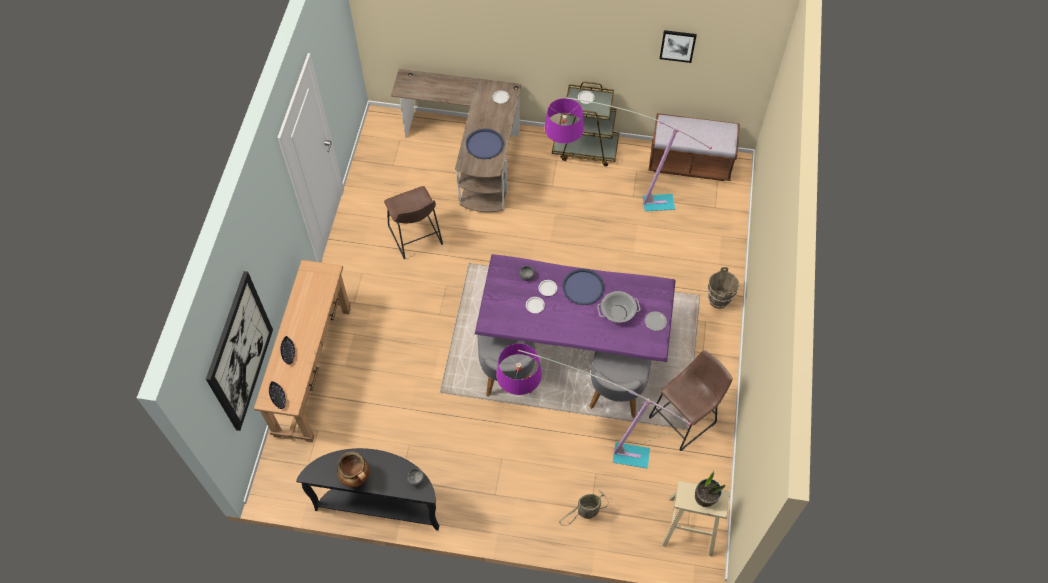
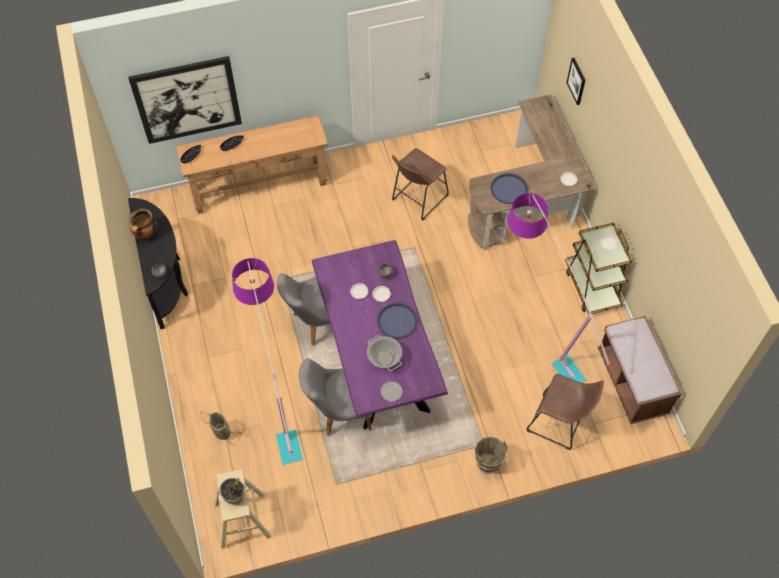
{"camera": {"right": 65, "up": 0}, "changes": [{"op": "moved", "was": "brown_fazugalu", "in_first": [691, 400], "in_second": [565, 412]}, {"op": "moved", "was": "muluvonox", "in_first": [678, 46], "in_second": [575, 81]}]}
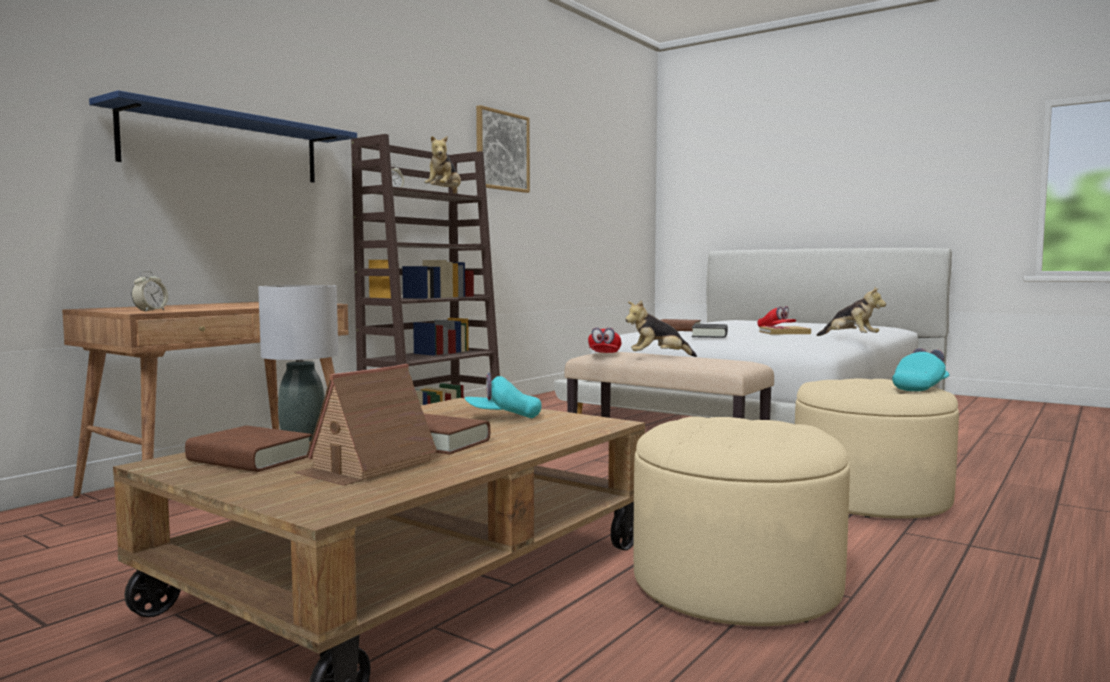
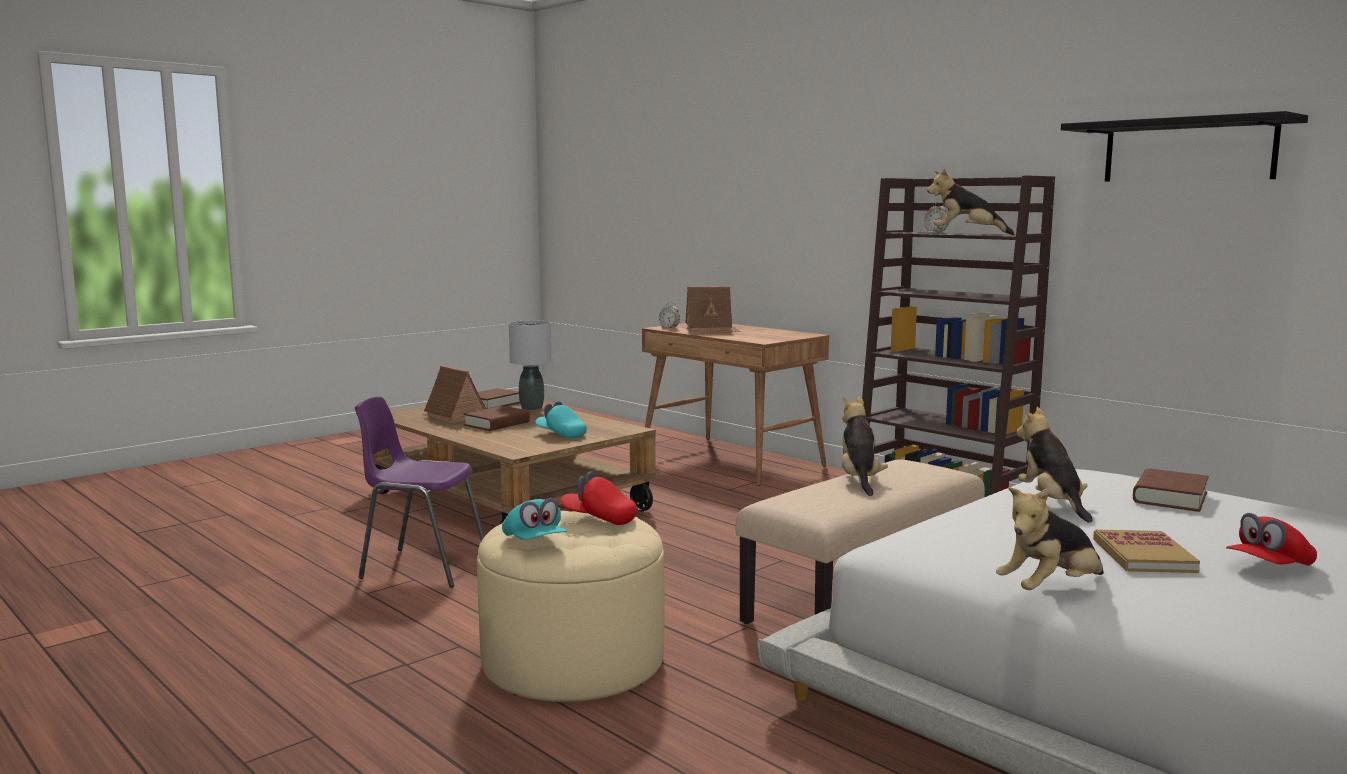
{"camera": {"right": 100, "up": 5}, "changes": [{"op": "removed", "was": "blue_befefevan", "in_first": [223, 136]}, {"op": "turned", "was": "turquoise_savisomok", "in_first": [503, 395], "in_second": [561, 420], "clockwise": -60}, {"op": "replaced", "was": "muluvonox", "now": "black_befefevan", "in_first": [503, 149], "in_second": [1184, 146]}, {"op": "moved", "was": "red_savisomok", "in_first": [604, 340], "in_second": [599, 498]}, {"op": "replaced", "was": "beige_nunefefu", "now": "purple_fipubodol", "in_first": [742, 521], "in_second": [420, 492]}, {"op": "replaced", "was": "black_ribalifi", "now": "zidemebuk", "in_first": [710, 331], "in_second": [1054, 465]}, {"op": "added", "now": "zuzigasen", "in_second": [712, 309]}]}
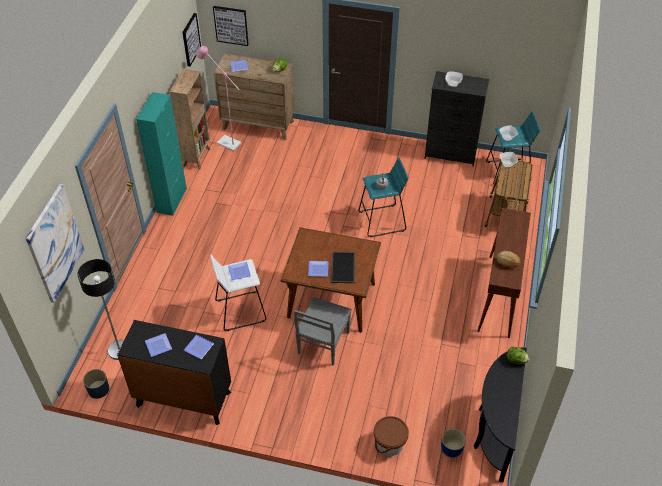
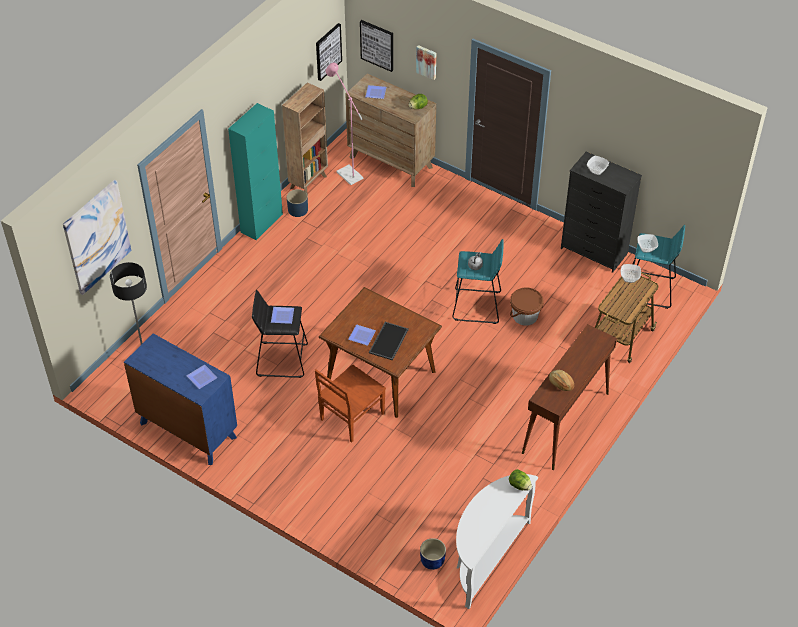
{"camera": {"right": 20, "up": 0}, "changes": [{"op": "moved", "was": "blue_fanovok", "in_first": [96, 384], "in_second": [297, 203]}, {"op": "recoloured", "was": "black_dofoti", "now": "blue_dofoti", "in_first": [174, 372], "in_second": [180, 399]}, {"op": "removed", "was": "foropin", "in_first": [158, 345]}, {"op": "recoloured", "was": "white_fazugalu", "now": "black_fazugalu", "in_first": [238, 293], "in_second": [280, 334]}, {"op": "recoloured", "was": "grey_fipubodol", "now": "brown_fipubodol", "in_first": [323, 331], "in_second": [350, 403]}, {"op": "moved", "was": "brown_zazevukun", "in_first": [391, 436], "in_second": [527, 306]}, {"op": "recoloured", "was": "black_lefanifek", "now": "white_lefanifek", "in_first": [500, 414], "in_second": [497, 541]}, {"op": "added", "now": "muluvonox", "in_second": [426, 62]}]}
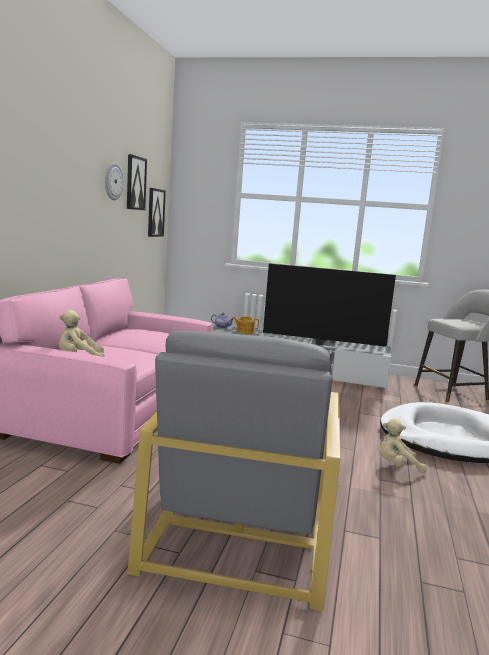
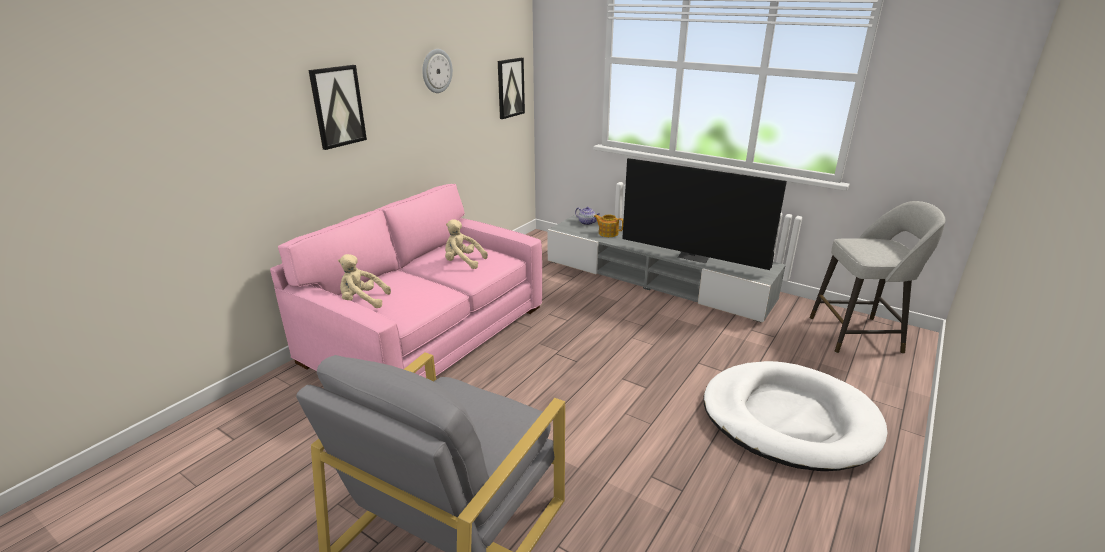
{"camera": {"right": 20, "up": 15}, "changes": [{"op": "moved", "was": "muluvonox", "in_first": [137, 182], "in_second": [337, 107]}, {"op": "moved", "was": "beige_zidemebuk", "in_first": [403, 445], "in_second": [466, 244]}]}
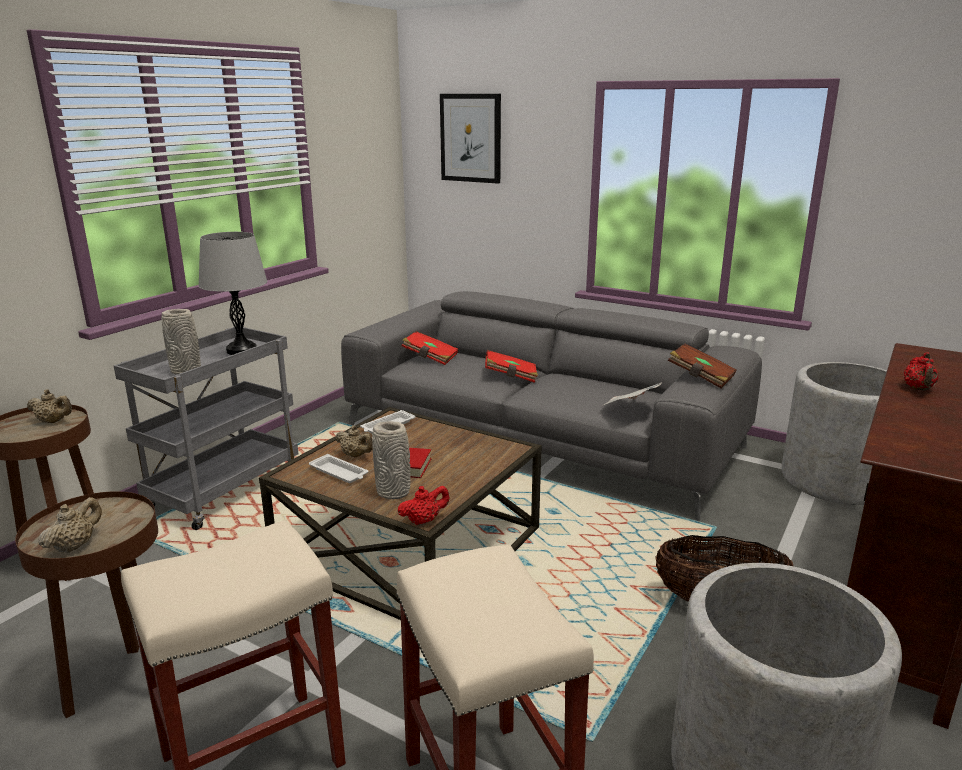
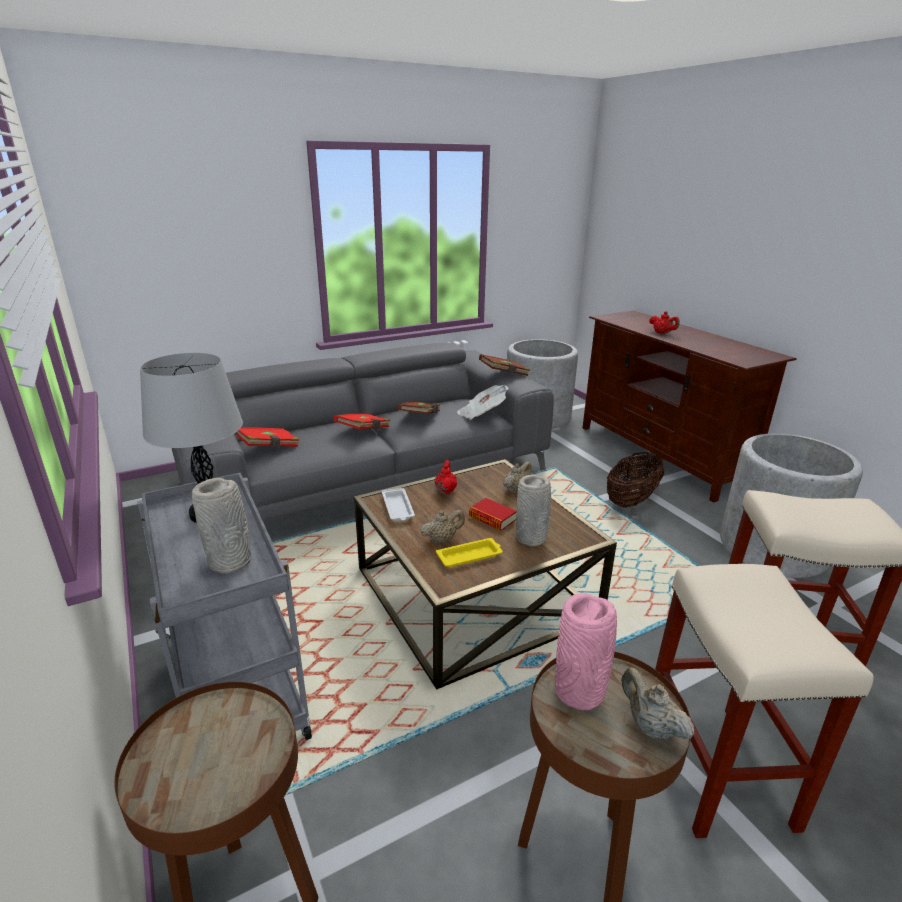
{"camera": {"right": -60, "up": 5}, "changes": [{"op": "moved", "was": "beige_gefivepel", "in_first": [49, 406], "in_second": [517, 477]}, {"op": "recoloured", "was": "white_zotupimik", "now": "yellow_zotupimik", "in_first": [338, 468], "in_second": [469, 552]}, {"op": "moved", "was": "red_gefivepel", "in_first": [424, 505], "in_second": [445, 477]}, {"op": "removed", "was": "muluvonox", "in_first": [470, 138]}, {"op": "added", "now": "brown_ribalifi", "in_second": [419, 407]}, {"op": "added", "now": "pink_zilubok", "in_second": [586, 651]}]}
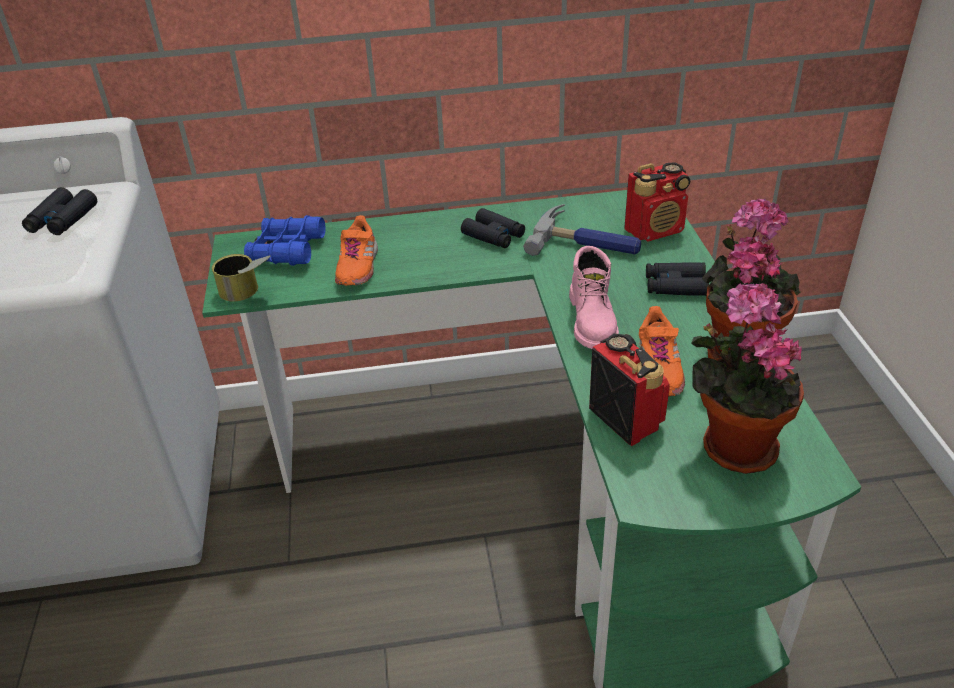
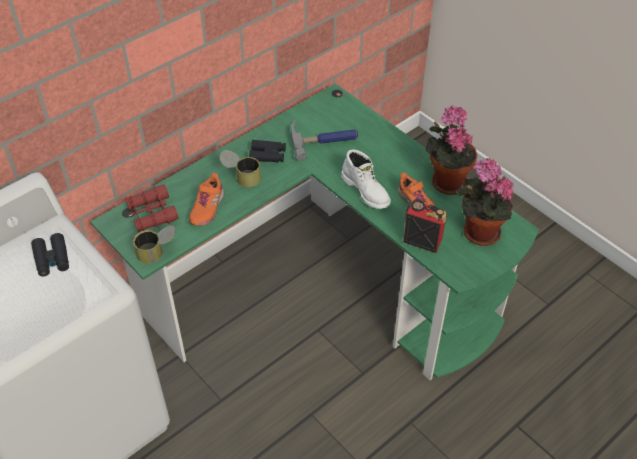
{"camera": {"right": -35, "up": 10}, "changes": [{"op": "recoloured", "was": "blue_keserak", "now": "red_keserak", "in_first": [285, 240], "in_second": [152, 208]}, {"op": "turned", "was": "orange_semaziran", "in_first": [356, 250], "in_second": [207, 199], "clockwise": 45}, {"op": "recoloured", "was": "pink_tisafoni", "now": "white_tisafoni", "in_first": [594, 297], "in_second": [366, 179]}, {"op": "removed", "was": "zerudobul", "in_first": [657, 202]}, {"op": "removed", "was": "black_keserak", "in_first": [677, 279]}, {"op": "added", "now": "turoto", "in_second": [240, 168]}]}
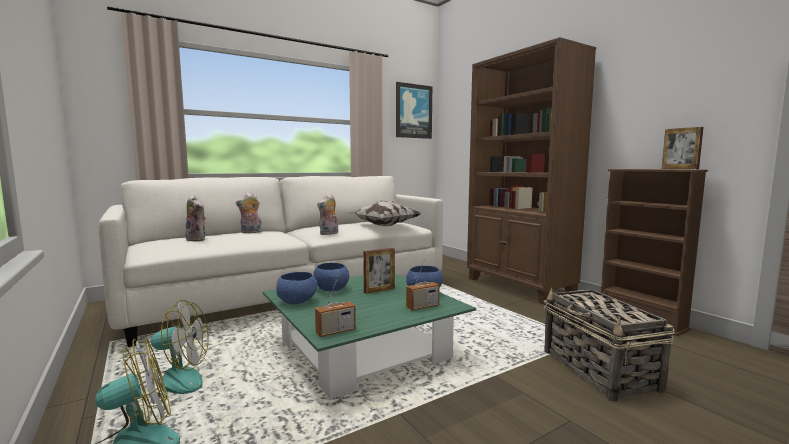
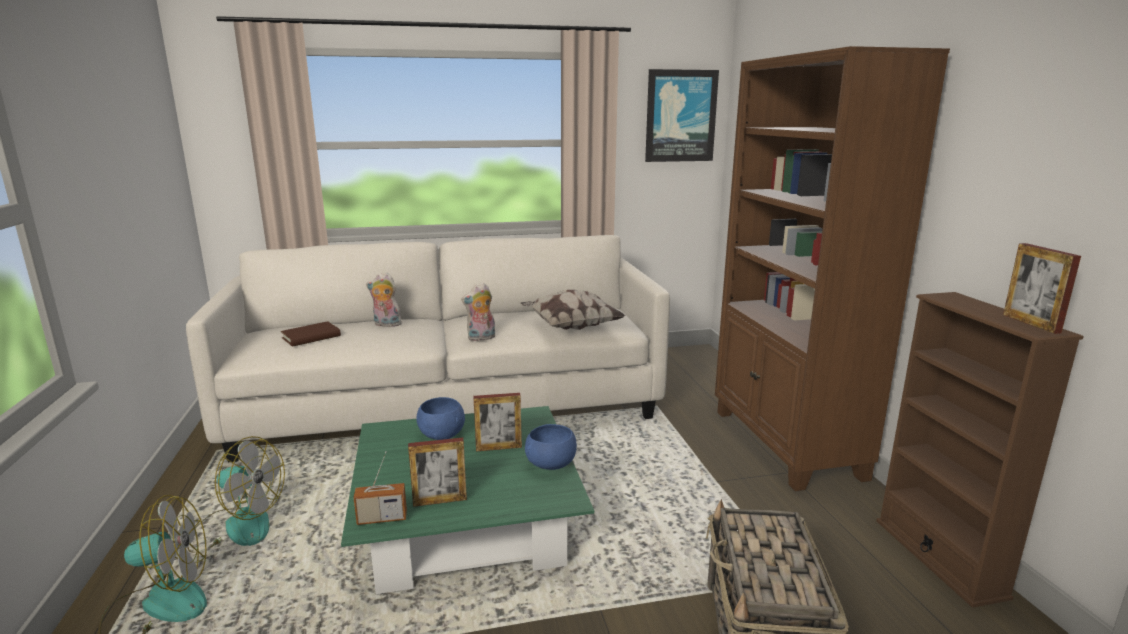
{"camera": {"right": 20, "up": 10}, "changes": [{"op": "replaced", "was": "zidemebuk", "now": "brown_ribalifi", "in_first": [195, 218], "in_second": [311, 334]}, {"op": "removed", "was": "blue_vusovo", "in_first": [297, 288]}, {"op": "removed", "was": "zerudobul", "in_first": [422, 284]}, {"op": "added", "now": "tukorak", "in_second": [437, 472]}]}
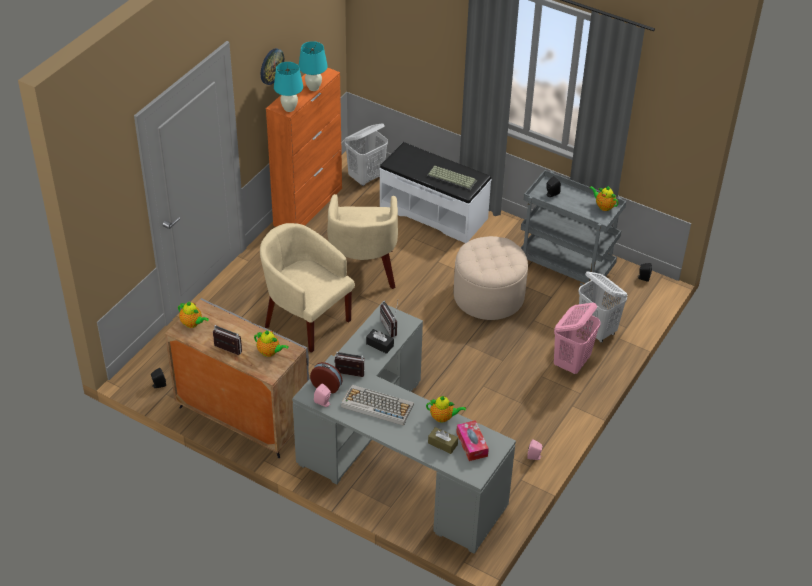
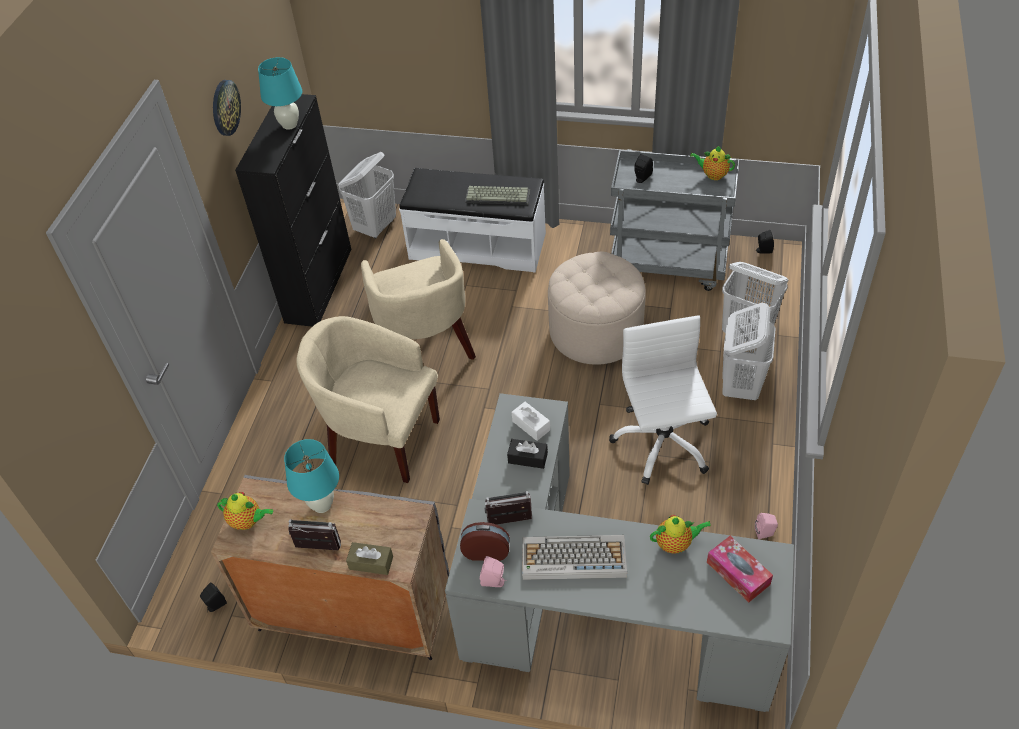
{"camera": {"right": -15, "up": 5}, "changes": [{"op": "removed", "was": "gefivepel", "in_first": [271, 343]}, {"op": "recoloured", "was": "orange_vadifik", "now": "black_vadifik", "in_first": [304, 147], "in_second": [293, 210]}, {"op": "moved", "was": "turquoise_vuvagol", "in_first": [288, 87], "in_second": [311, 476]}, {"op": "replaced", "was": "zerudobul", "now": "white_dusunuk", "in_first": [389, 319], "in_second": [531, 421]}, {"op": "moved", "was": "brown_dusunuk", "in_first": [443, 440], "in_second": [369, 558]}, {"op": "recoloured", "was": "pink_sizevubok", "now": "white_sizevubok", "in_first": [577, 338], "in_second": [749, 351]}, {"op": "added", "now": "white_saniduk", "in_second": [663, 400]}]}
